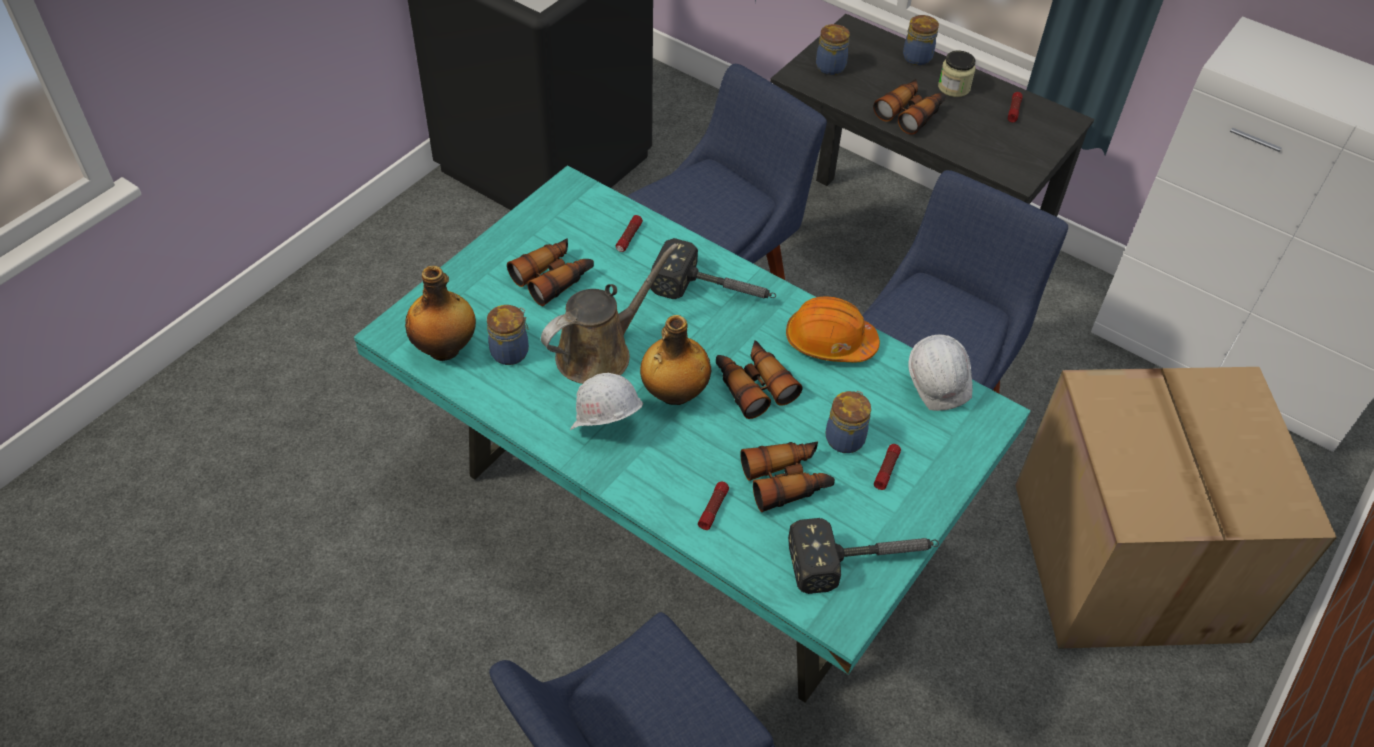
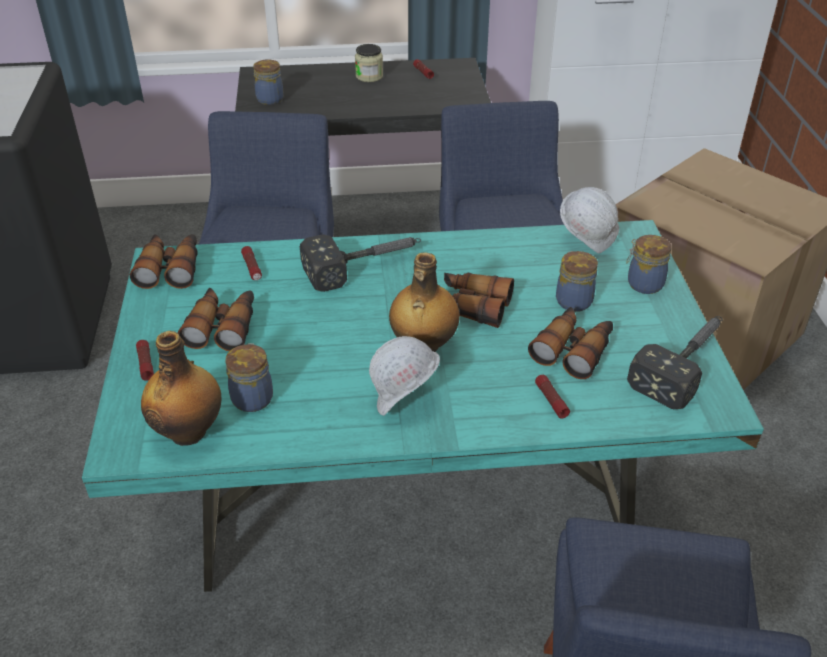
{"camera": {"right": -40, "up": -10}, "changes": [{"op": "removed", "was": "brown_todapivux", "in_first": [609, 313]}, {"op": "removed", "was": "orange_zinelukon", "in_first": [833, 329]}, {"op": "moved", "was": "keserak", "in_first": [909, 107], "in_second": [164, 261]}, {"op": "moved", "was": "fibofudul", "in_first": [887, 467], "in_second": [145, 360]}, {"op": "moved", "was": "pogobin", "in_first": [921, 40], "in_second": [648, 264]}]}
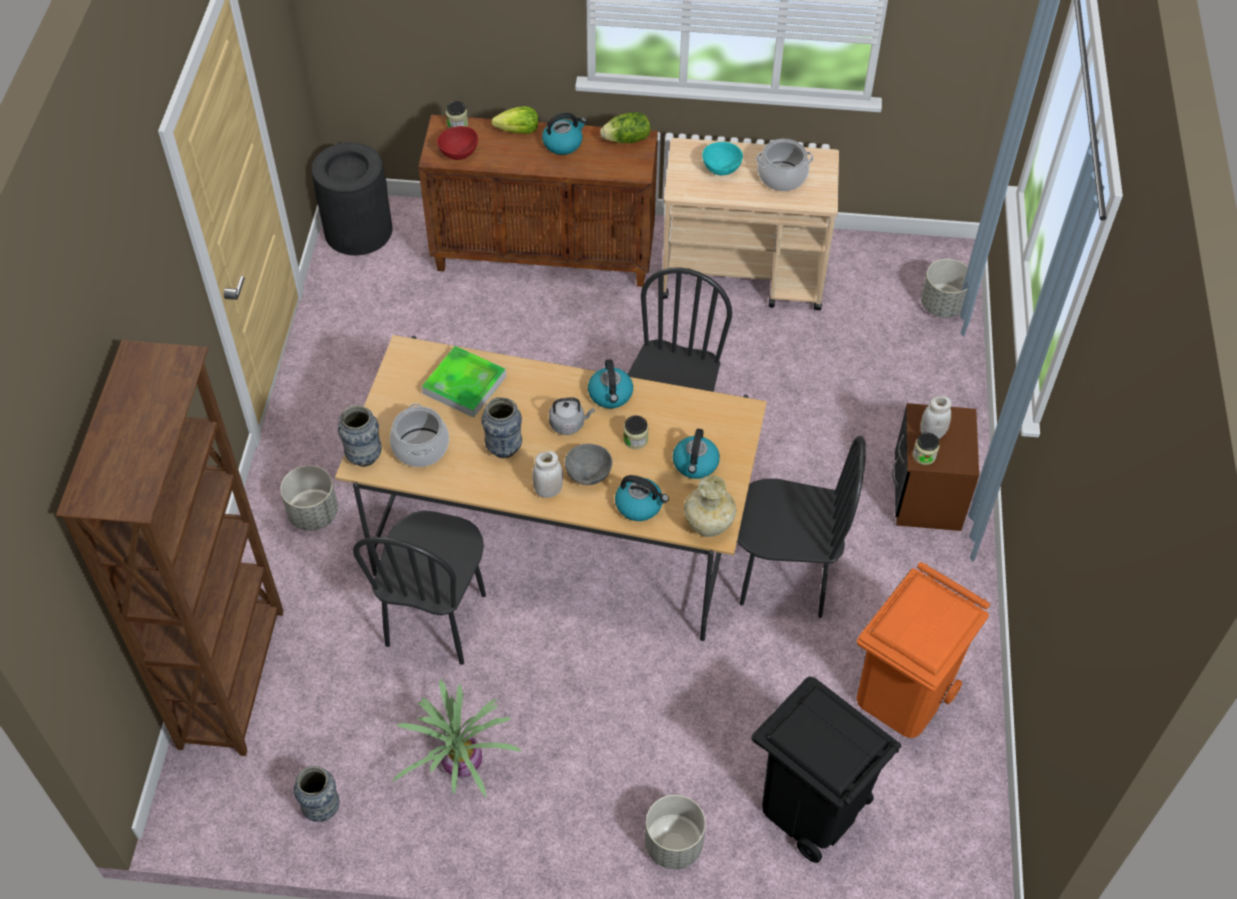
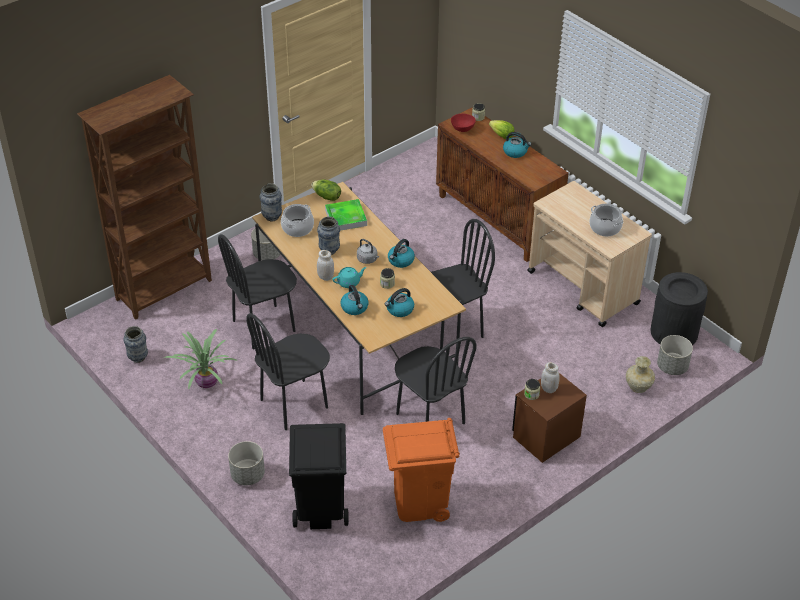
{"camera": {"right": 45, "up": -10}, "changes": [{"op": "moved", "was": "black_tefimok", "in_first": [351, 198], "in_second": [679, 308]}, {"op": "replaced", "was": "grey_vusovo", "now": "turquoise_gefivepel", "in_first": [588, 464], "in_second": [349, 277]}, {"op": "moved", "was": "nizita", "in_first": [625, 127], "in_second": [326, 190]}, {"op": "moved", "was": "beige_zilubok", "in_first": [710, 506], "in_second": [640, 374]}, {"op": "removed", "was": "turquoise_vusovo", "in_first": [722, 159]}, {"op": "added", "now": "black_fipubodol", "in_second": [288, 371]}]}
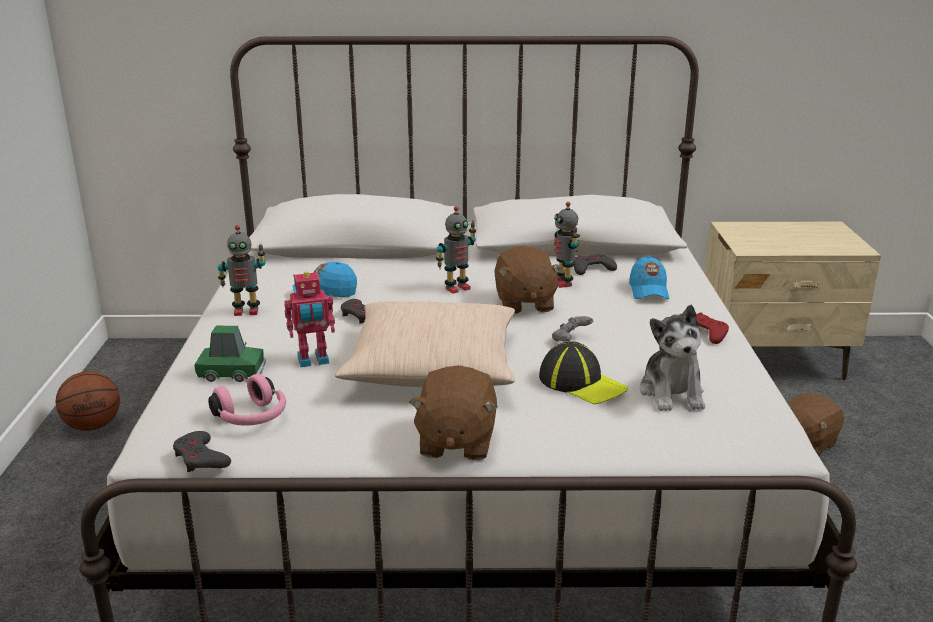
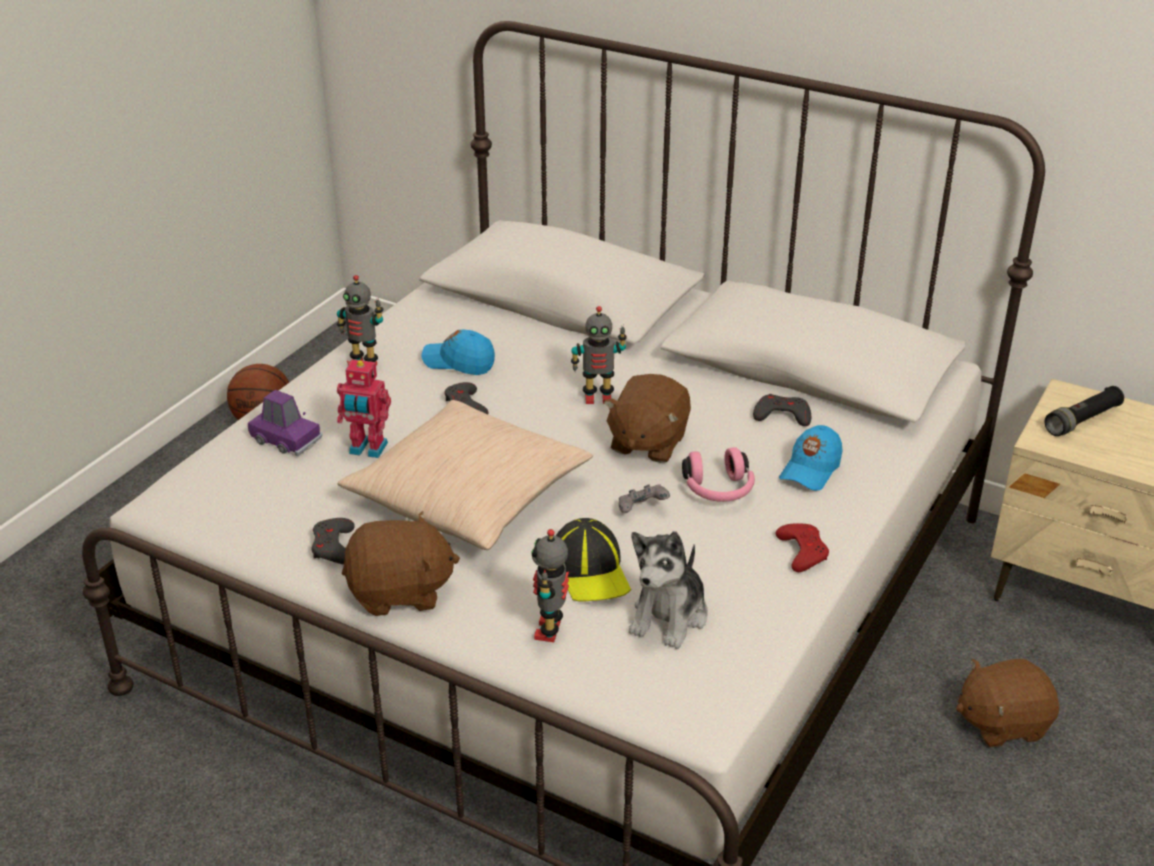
{"camera": {"right": 30, "up": 10}, "changes": [{"op": "moved", "was": "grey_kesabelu", "in_first": [202, 451], "in_second": [333, 541]}, {"op": "recoloured", "was": "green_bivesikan", "now": "purple_bivesikan", "in_first": [230, 354], "in_second": [285, 423]}, {"op": "moved", "was": "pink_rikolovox", "in_first": [247, 400], "in_second": [718, 474]}, {"op": "turned", "was": "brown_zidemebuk", "in_first": [453, 412], "in_second": [401, 563], "clockwise": -135}, {"op": "moved", "was": "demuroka", "in_first": [567, 245], "in_second": [550, 585]}, {"op": "added", "now": "black_fibofudul", "in_second": [1084, 411]}]}
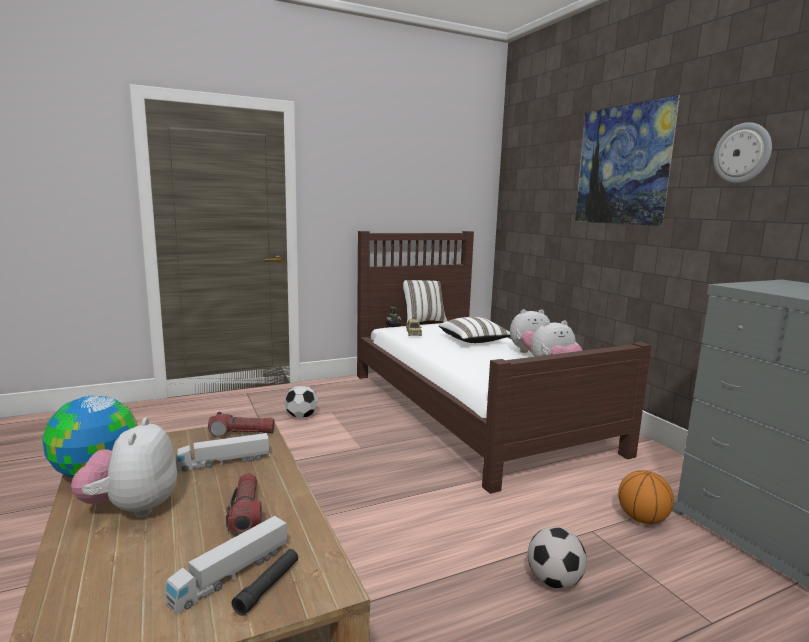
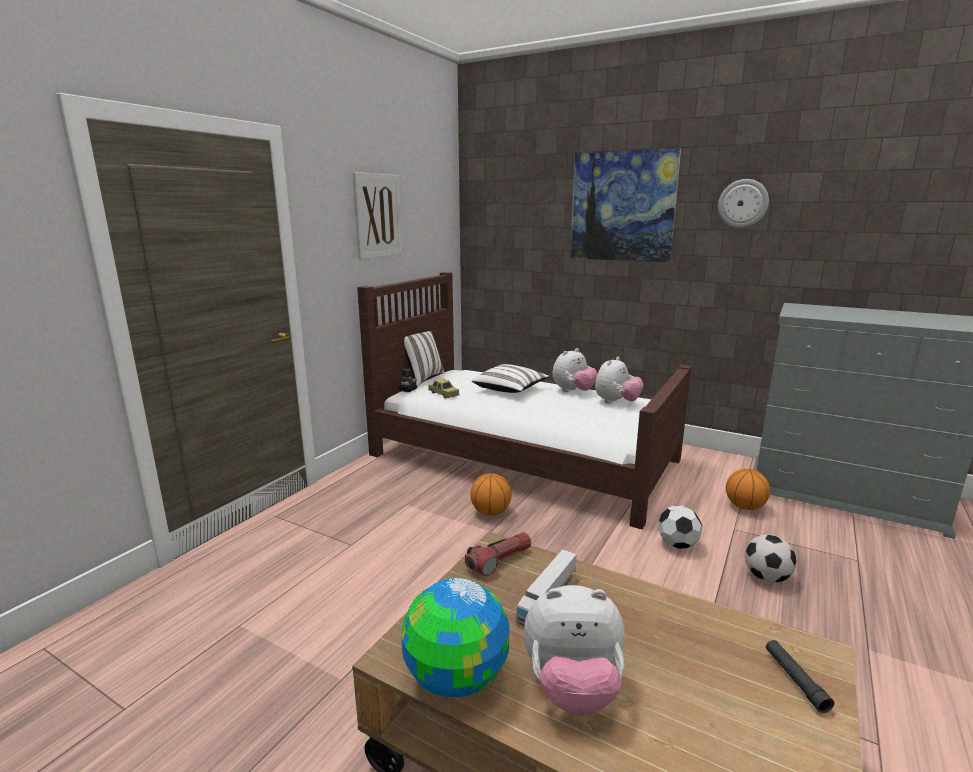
{"camera": {"right": -35, "up": 5}, "changes": [{"op": "turned", "was": "zidemebuk", "in_first": [124, 468], "in_second": [574, 650], "clockwise": -45}, {"op": "removed", "was": "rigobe", "in_first": [226, 565]}, {"op": "removed", "was": "fibofudul", "in_first": [244, 502]}, {"op": "moved", "was": "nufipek", "in_first": [301, 401], "in_second": [680, 527]}, {"op": "added", "now": "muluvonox", "in_second": [377, 215]}, {"op": "added", "now": "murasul", "in_second": [490, 494]}]}
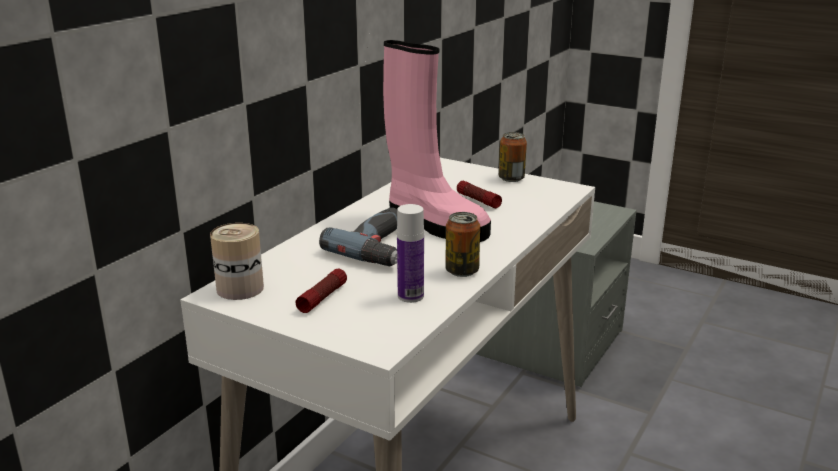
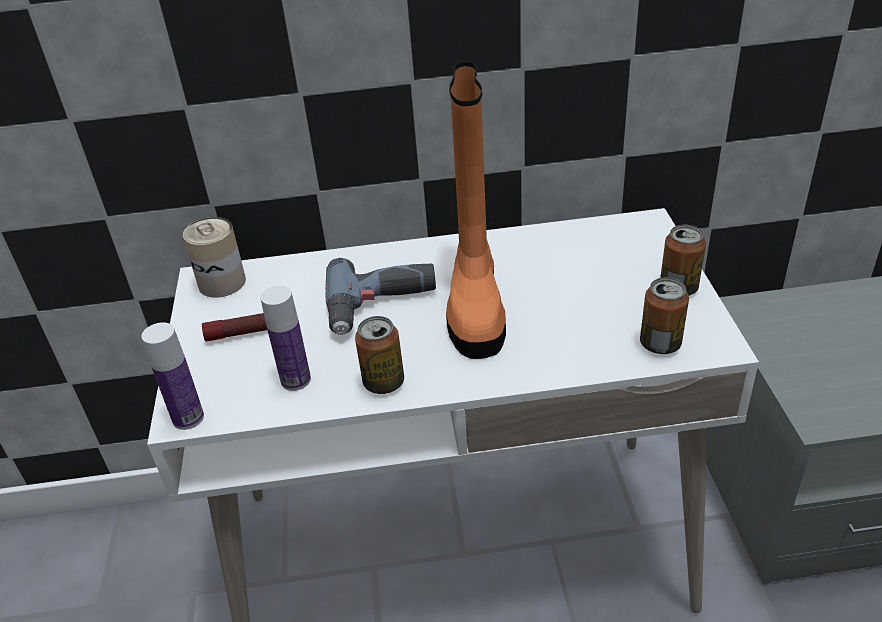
{"camera": {"right": 55, "up": 15}, "changes": [{"op": "recoloured", "was": "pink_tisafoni", "now": "orange_tisafoni", "in_first": [437, 141], "in_second": [476, 210]}, {"op": "removed", "was": "fibofudul", "in_first": [479, 194]}, {"op": "added", "now": "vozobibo", "in_second": [172, 376]}, {"op": "added", "now": "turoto", "in_second": [664, 315]}]}
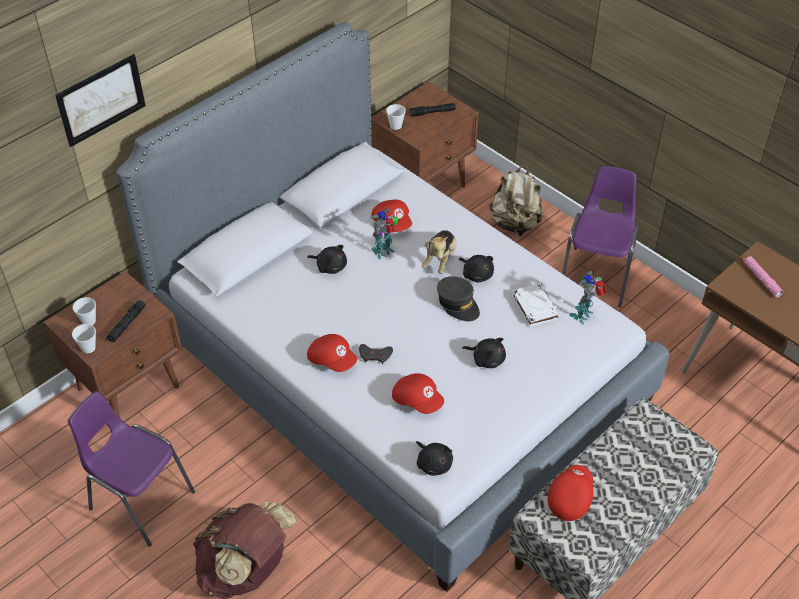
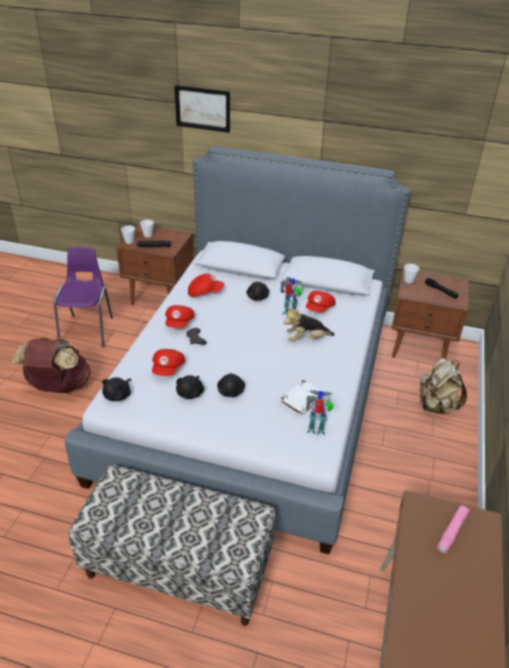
{"camera": {"right": 60, "up": -10}, "changes": [{"op": "removed", "was": "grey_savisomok", "in_first": [458, 298]}, {"op": "moved", "was": "black_zidemebuk", "in_first": [476, 269], "in_second": [190, 387]}, {"op": "moved", "was": "red_savisomok", "in_first": [570, 493], "in_second": [206, 285]}, {"op": "removed", "was": "purple_fipubodol", "in_first": [600, 236]}]}
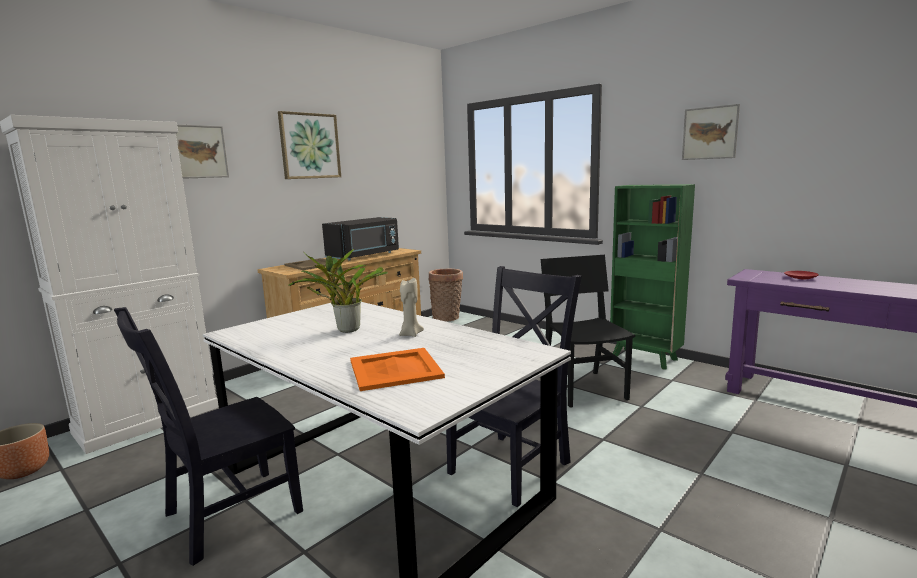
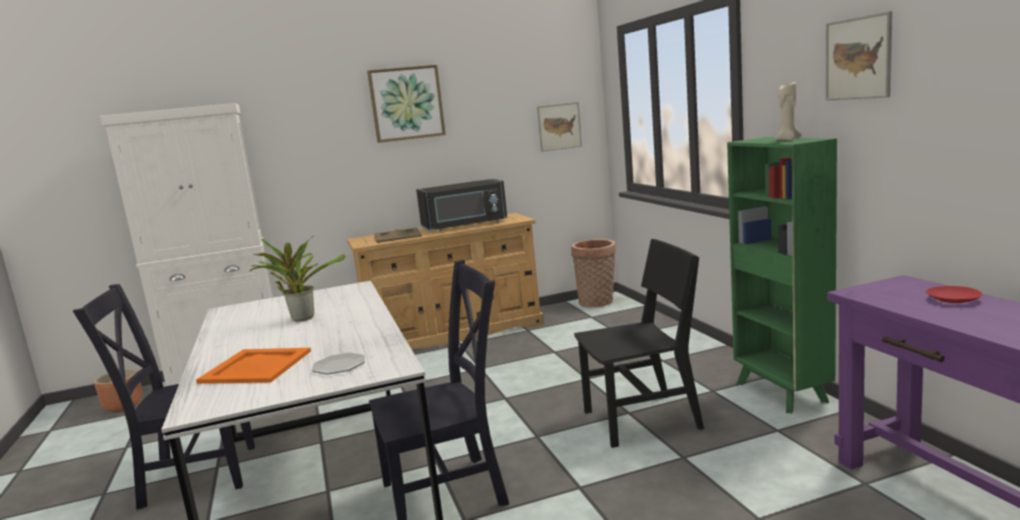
{"camera": {"right": 30, "up": 0}, "changes": [{"op": "moved", "was": "muluvonox", "in_first": [202, 152], "in_second": [559, 127]}, {"op": "moved", "was": "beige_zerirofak", "in_first": [411, 307], "in_second": [788, 111]}, {"op": "turned", "was": "black_fipubodol", "in_first": [588, 331], "in_second": [639, 343], "clockwise": 60}, {"op": "added", "now": "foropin", "in_second": [338, 363]}]}
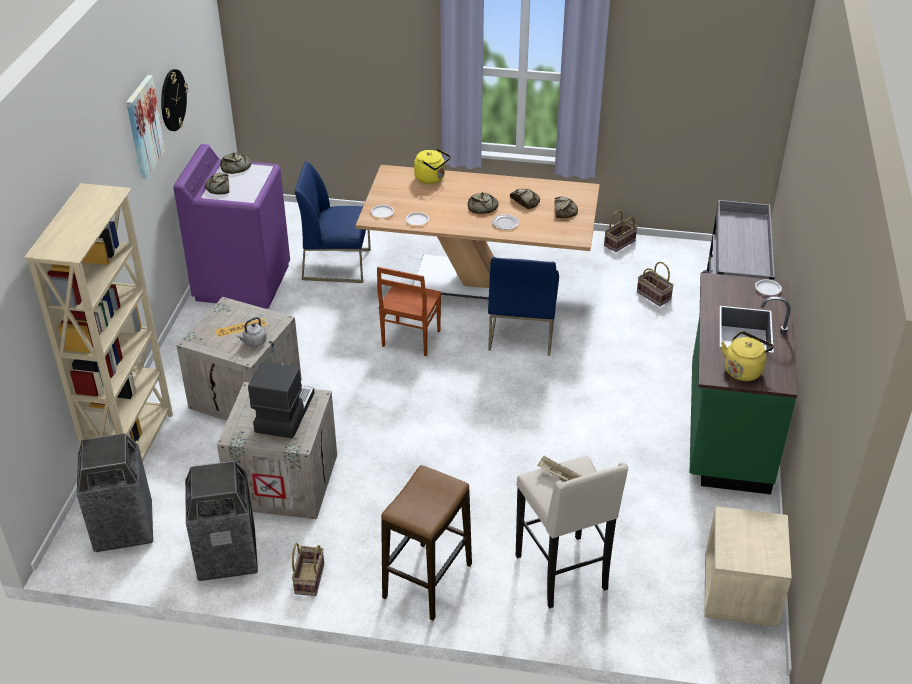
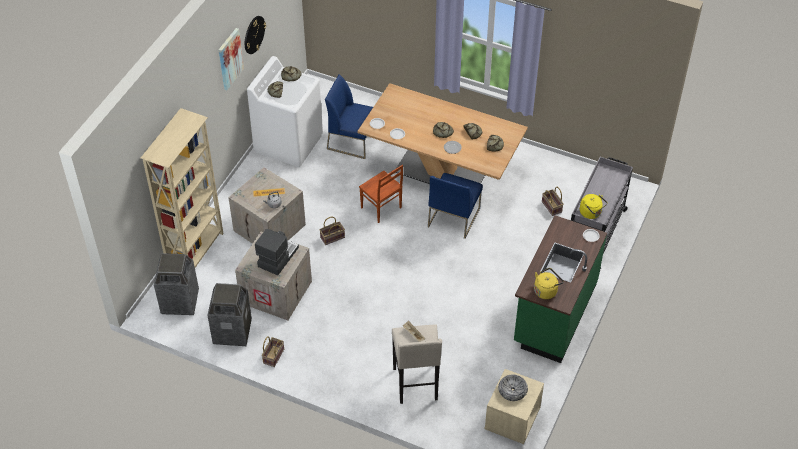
{"camera": {"right": 15, "up": 10}, "changes": [{"op": "recoloured", "was": "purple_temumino", "now": "white_temumino", "in_first": [231, 226], "in_second": [285, 111]}, {"op": "turned", "was": "brown_fipubodol", "in_first": [409, 311], "in_second": [381, 194], "clockwise": -75}, {"op": "removed", "was": "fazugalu", "in_first": [426, 543]}, {"op": "moved", "was": "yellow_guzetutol", "in_first": [432, 166], "in_second": [594, 206]}, {"op": "moved", "was": "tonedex", "in_first": [621, 231], "in_second": [332, 231]}, {"op": "added", "now": "vusovo", "in_second": [513, 388]}]}
